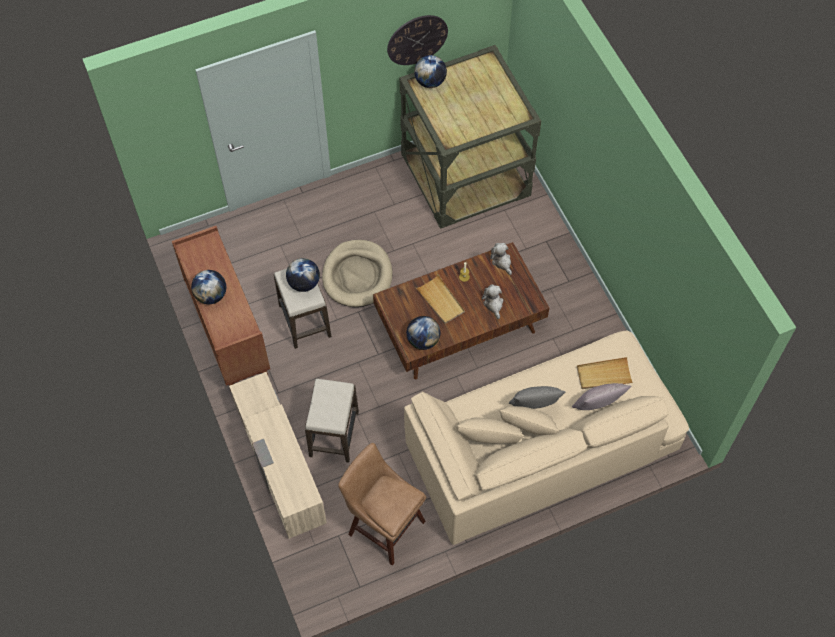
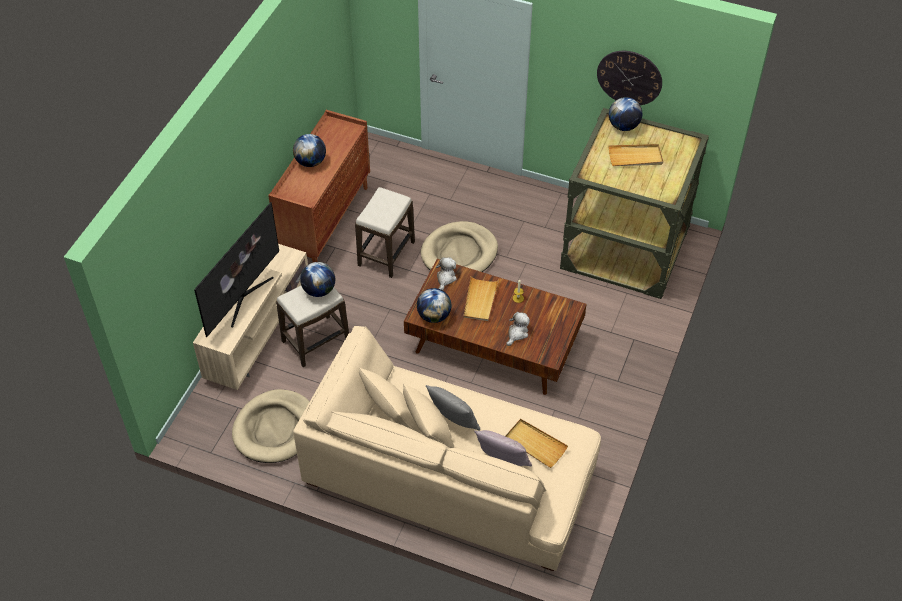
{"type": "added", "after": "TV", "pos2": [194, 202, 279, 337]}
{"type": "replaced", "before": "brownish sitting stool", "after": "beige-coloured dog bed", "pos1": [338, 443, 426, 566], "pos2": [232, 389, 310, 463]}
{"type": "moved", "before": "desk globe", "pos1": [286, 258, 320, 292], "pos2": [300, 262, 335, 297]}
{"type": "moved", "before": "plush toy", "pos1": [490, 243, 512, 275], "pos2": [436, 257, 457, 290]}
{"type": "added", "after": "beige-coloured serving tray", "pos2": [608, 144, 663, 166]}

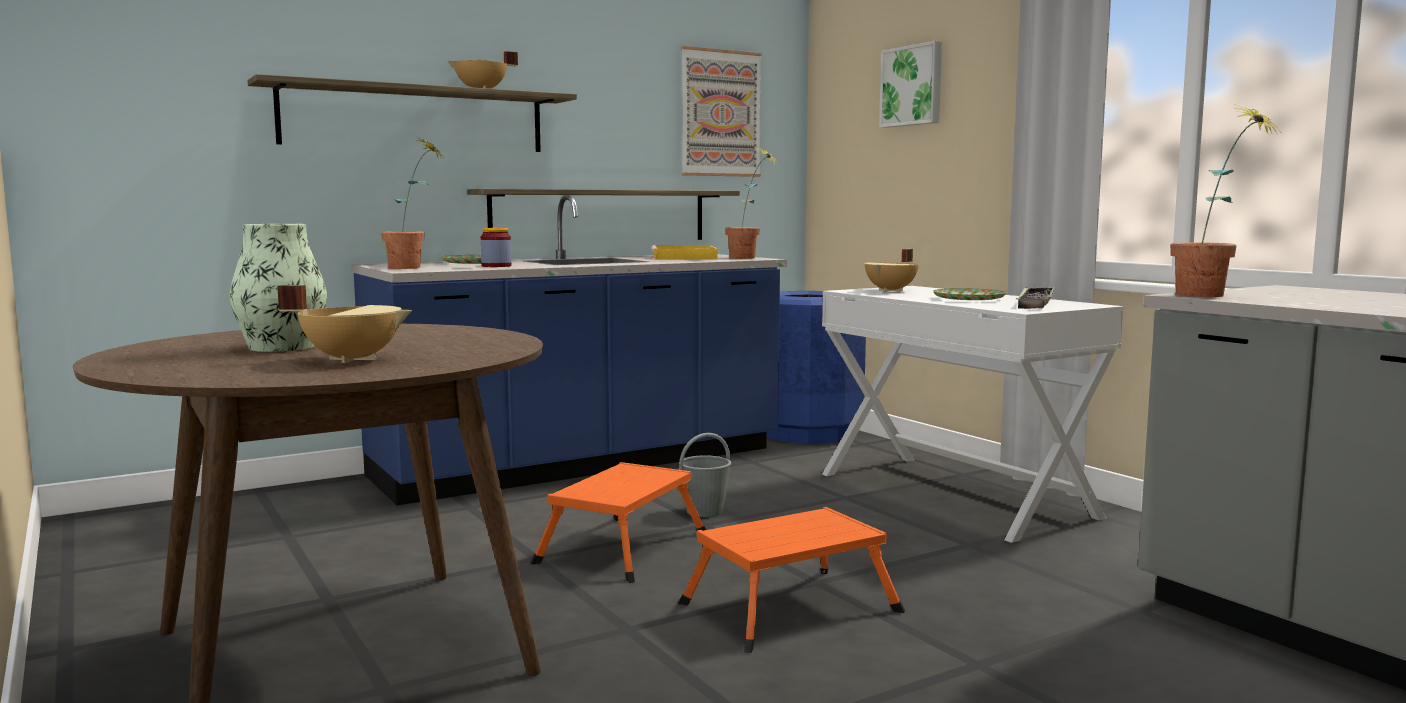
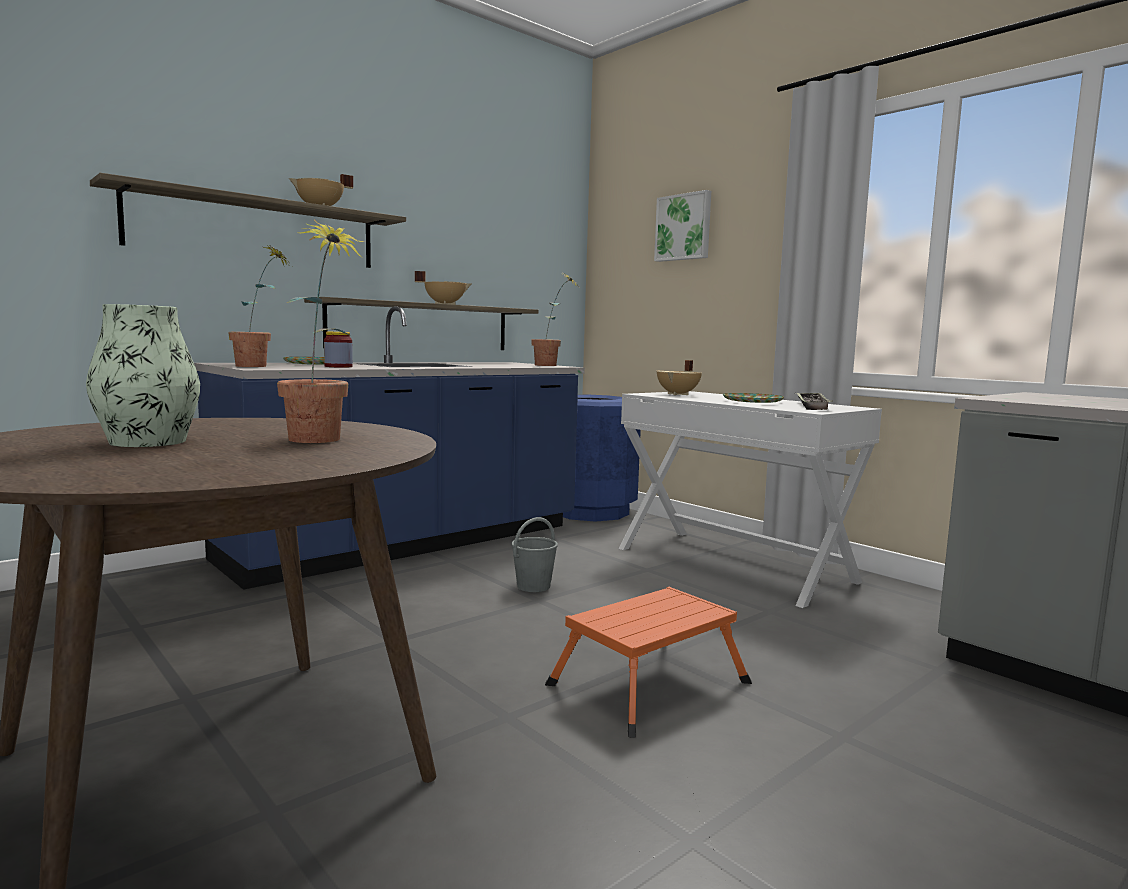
{"type": "moved", "before": "plant in a pot", "pos1": [1170, 103, 1283, 297], "pos2": [277, 219, 364, 443]}
{"type": "moved", "before": "beige-coloured saucepot", "pos1": [277, 285, 412, 363], "pos2": [415, 271, 472, 305]}
{"type": "removed", "before": "orange stepladder", "pos1": [530, 462, 706, 583]}
{"type": "removed", "before": "yellow serving tray", "pos1": [651, 245, 717, 260]}
{"type": "removed", "before": "wall picture", "pos1": [681, 46, 762, 177]}

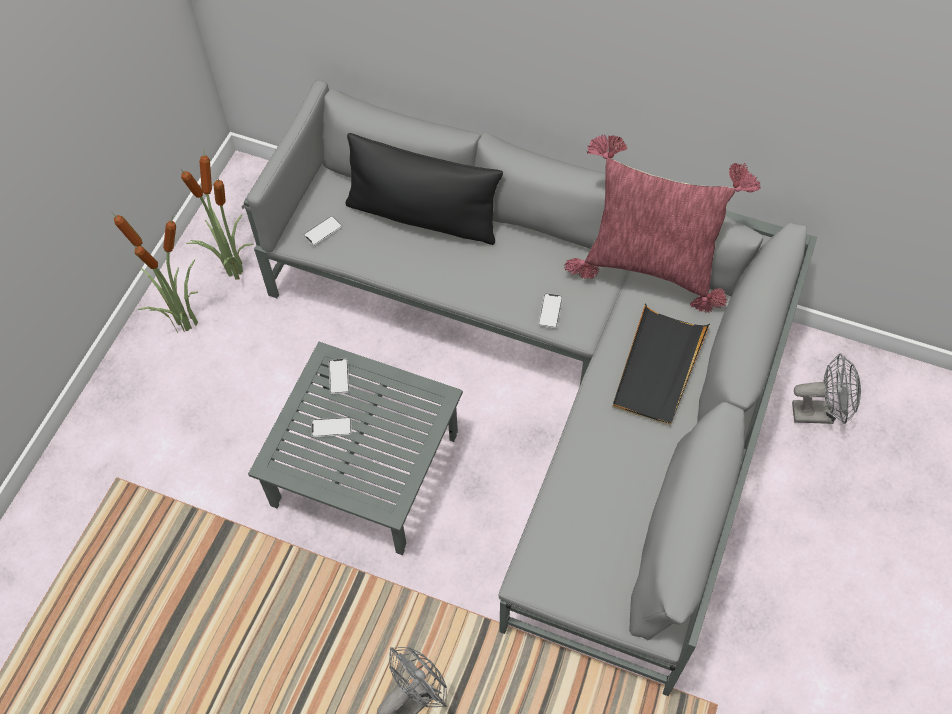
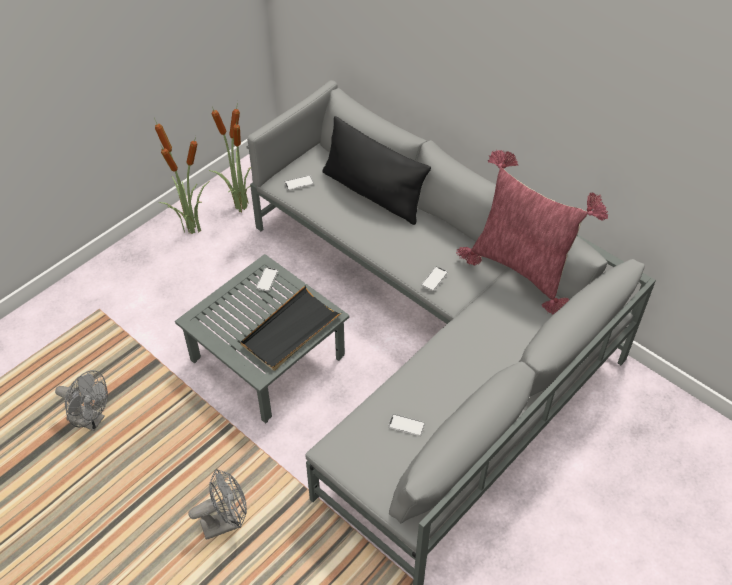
{"type": "moved", "before": "grey electric fan", "pos1": [792, 353, 861, 424], "pos2": [55, 370, 108, 431]}
{"type": "moved", "before": "blackish serving tray", "pos1": [612, 304, 710, 426], "pos2": [241, 286, 342, 371]}
{"type": "moved", "before": "handset", "pos1": [311, 417, 352, 437], "pos2": [388, 414, 425, 436]}

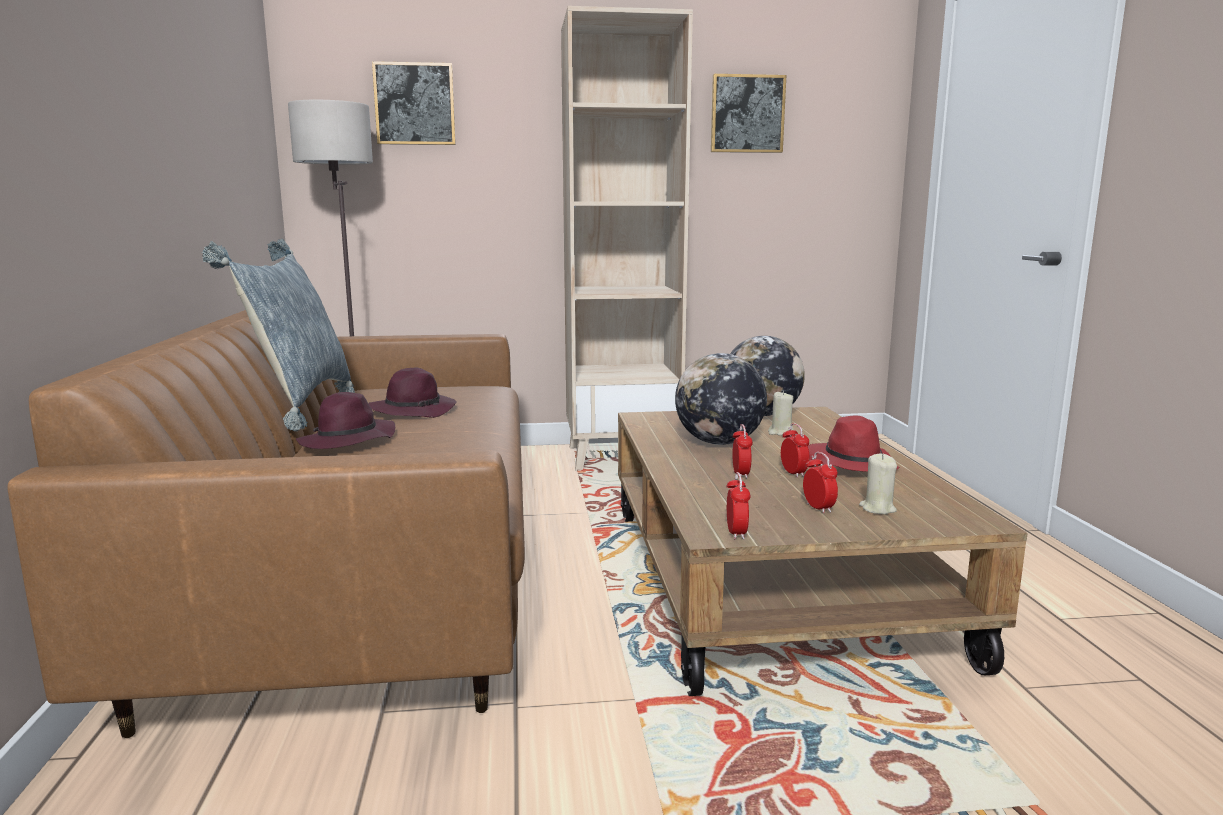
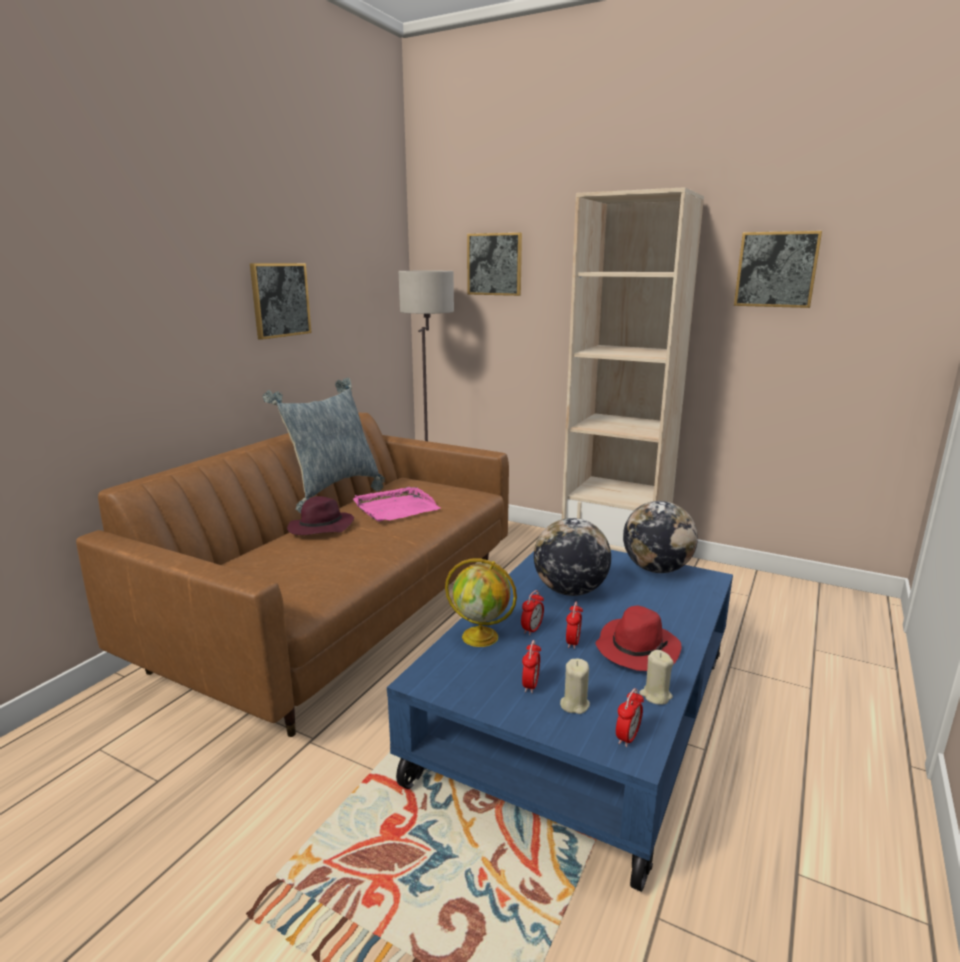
{"type": "added", "after": "wall picture", "pos2": [250, 263, 311, 340]}
{"type": "replaced", "before": "purplish hat", "after": "pinkish serving tray", "pos1": [368, 368, 457, 418], "pos2": [353, 487, 441, 522]}
{"type": "recoloured", "before": "brownish low table", "after": "blue-coloured low table", "pos1": [618, 407, 1028, 696], "pos2": [387, 550, 733, 892]}
{"type": "added", "after": "desk globe", "pos2": [445, 559, 517, 647]}
{"type": "moved", "before": "alarm clock", "pos1": [726, 472, 751, 539], "pos2": [616, 688, 644, 748]}
{"type": "moved", "before": "beige-coloured wax light", "pos1": [768, 391, 794, 436], "pos2": [639, 650, 674, 705]}

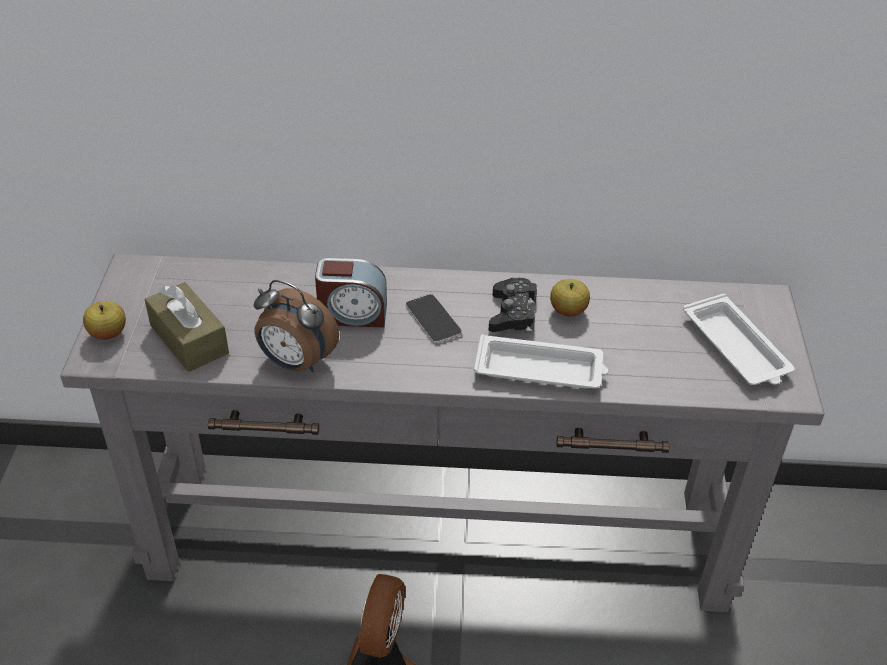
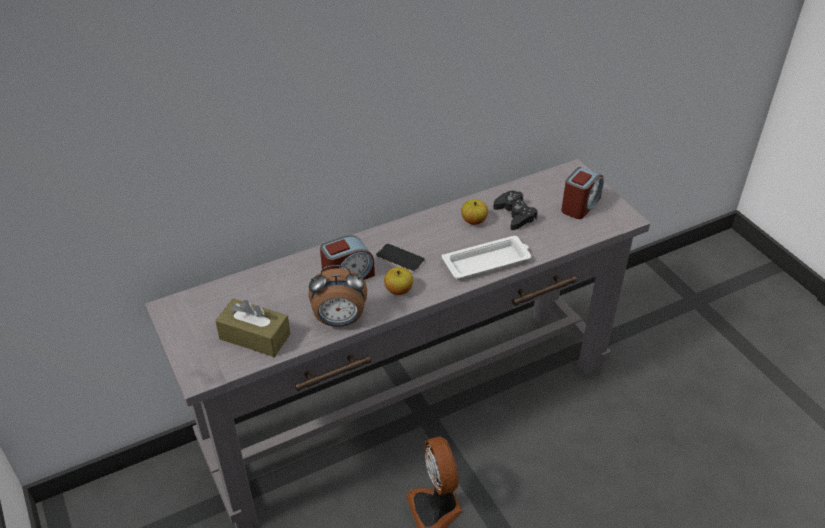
{"type": "moved", "before": "whole apple", "pos1": [83, 301, 126, 340], "pos2": [384, 267, 413, 295]}
{"type": "moved", "before": "blackish gamepad", "pos1": [489, 278, 537, 332], "pos2": [493, 191, 538, 230]}
{"type": "replaced", "before": "whitish serving tray", "after": "alarm clock", "pos1": [683, 294, 794, 385], "pos2": [561, 167, 604, 219]}

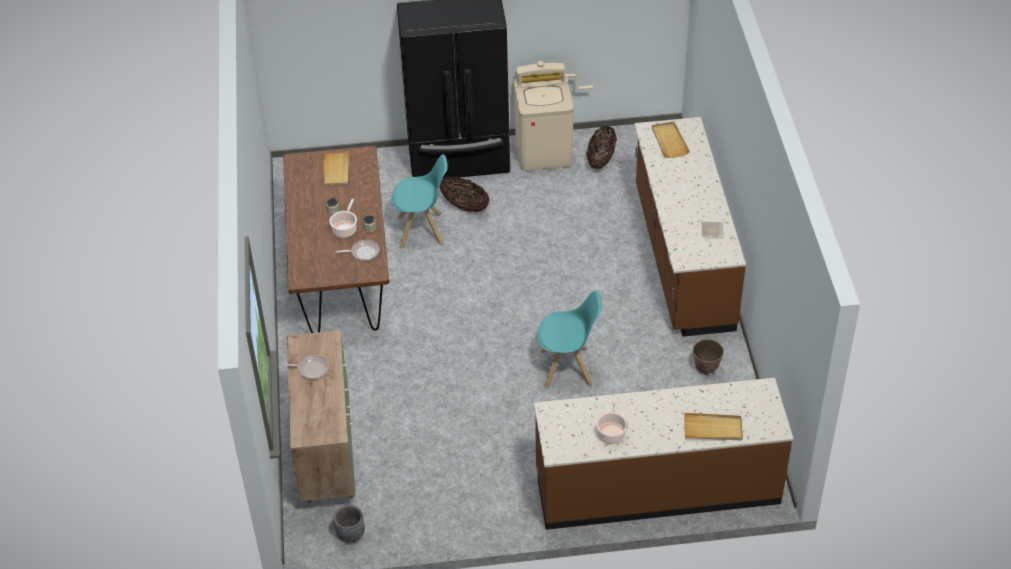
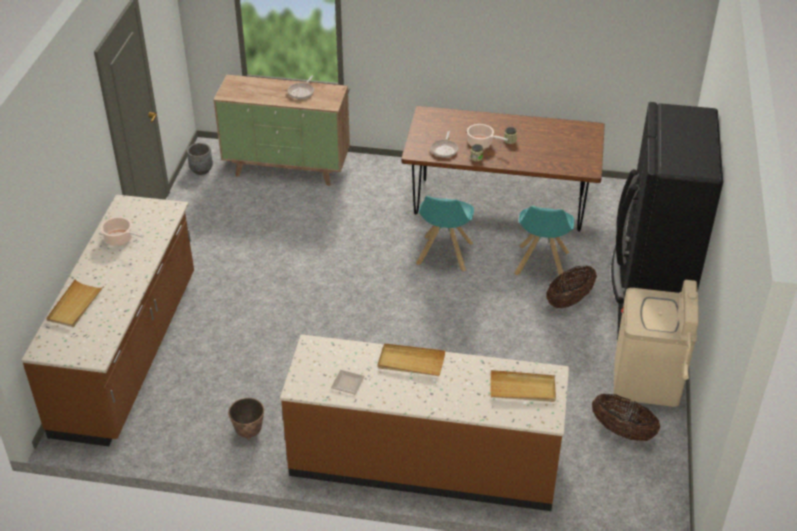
{"type": "moved", "before": "beige-coloured serving tray", "pos1": [323, 149, 350, 186], "pos2": [377, 343, 445, 376]}
{"type": "moved", "before": "turquoise plain chair", "pos1": [537, 290, 602, 389], "pos2": [416, 196, 474, 272]}

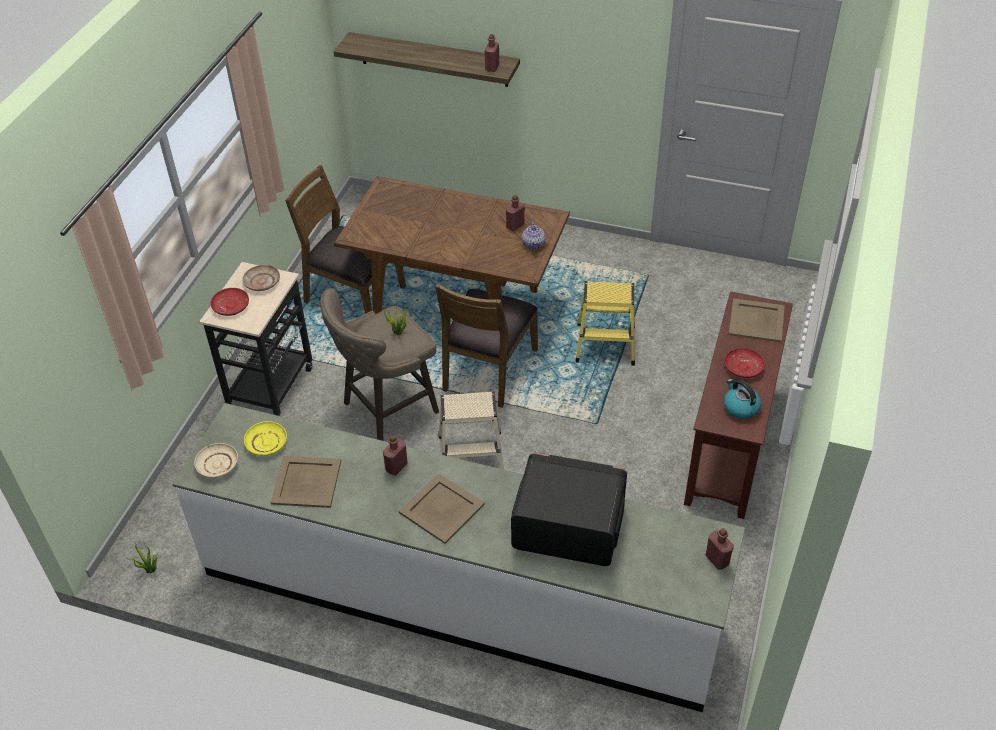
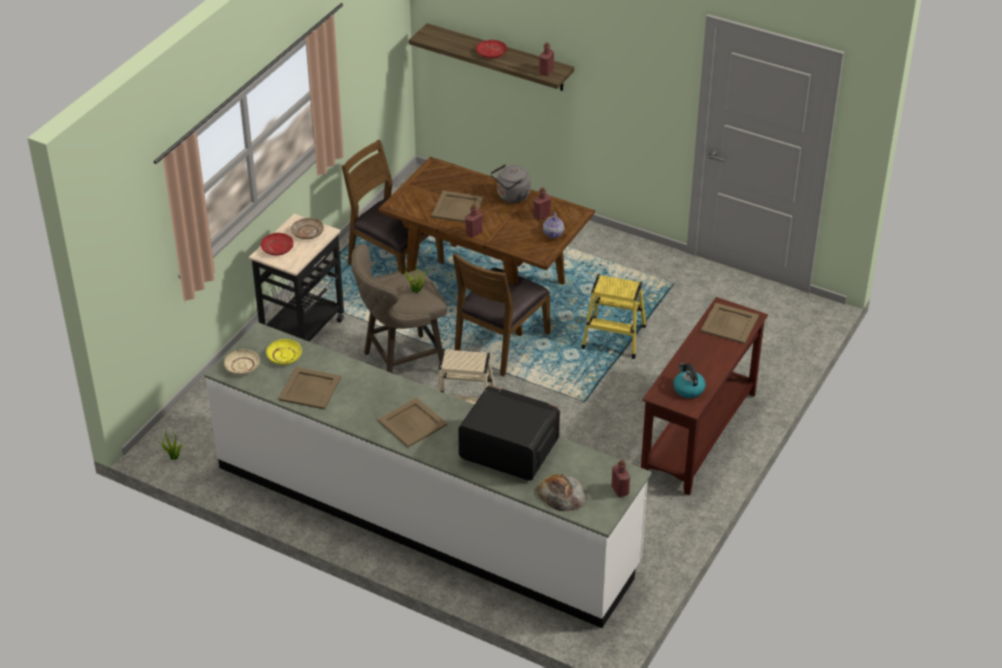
{"type": "added", "after": "beige-coloured serving tray", "pos2": [431, 191, 484, 222]}
{"type": "moved", "before": "reddish bottle", "pos1": [383, 435, 408, 475], "pos2": [465, 204, 483, 238]}
{"type": "moved", "before": "reddish plate", "pos1": [724, 348, 765, 378], "pos2": [476, 40, 507, 58]}
{"type": "added", "after": "grey kettle", "pos2": [491, 164, 530, 203]}
{"type": "added", "after": "bread", "pos2": [536, 474, 588, 512]}

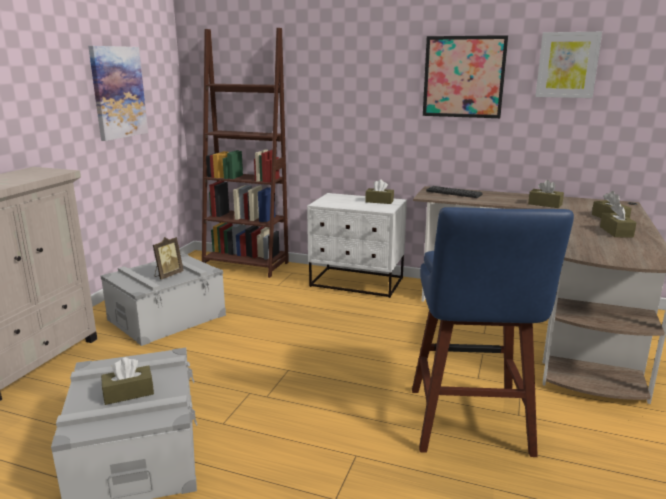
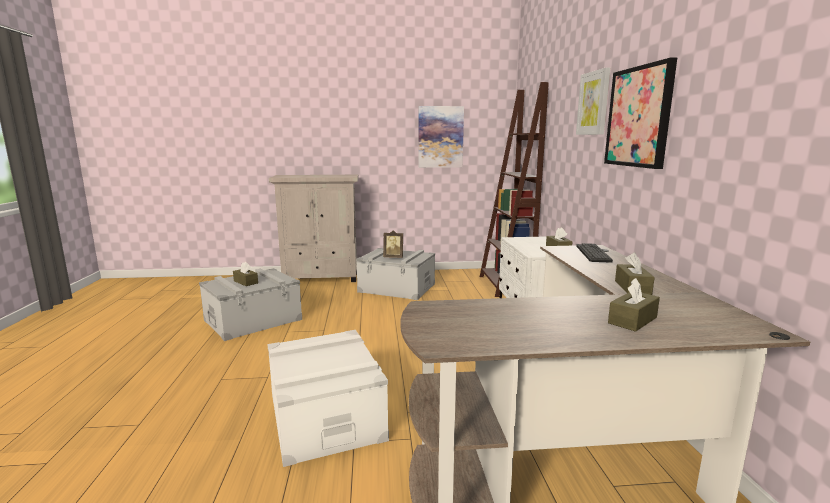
{"type": "replaced", "before": "blue-coloured sitting stool", "after": "whitish storage box", "pos1": [412, 207, 574, 457], "pos2": [267, 330, 389, 467]}
{"type": "moved", "before": "wall picture", "pos1": [535, 32, 602, 98], "pos2": [576, 67, 610, 135]}
{"type": "removed", "before": "brownish tissue holder", "pos1": [600, 203, 636, 238]}

